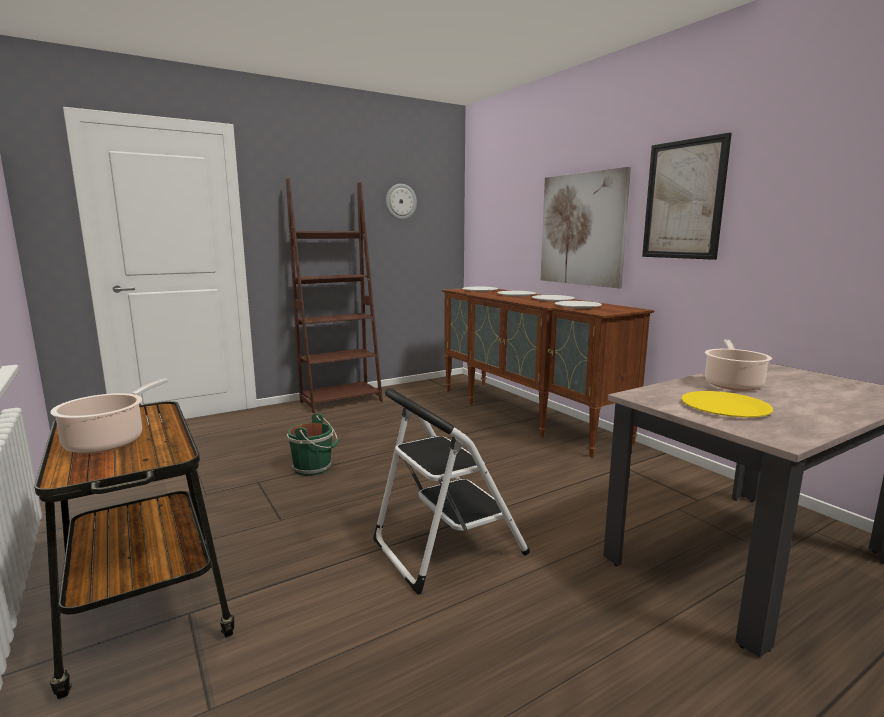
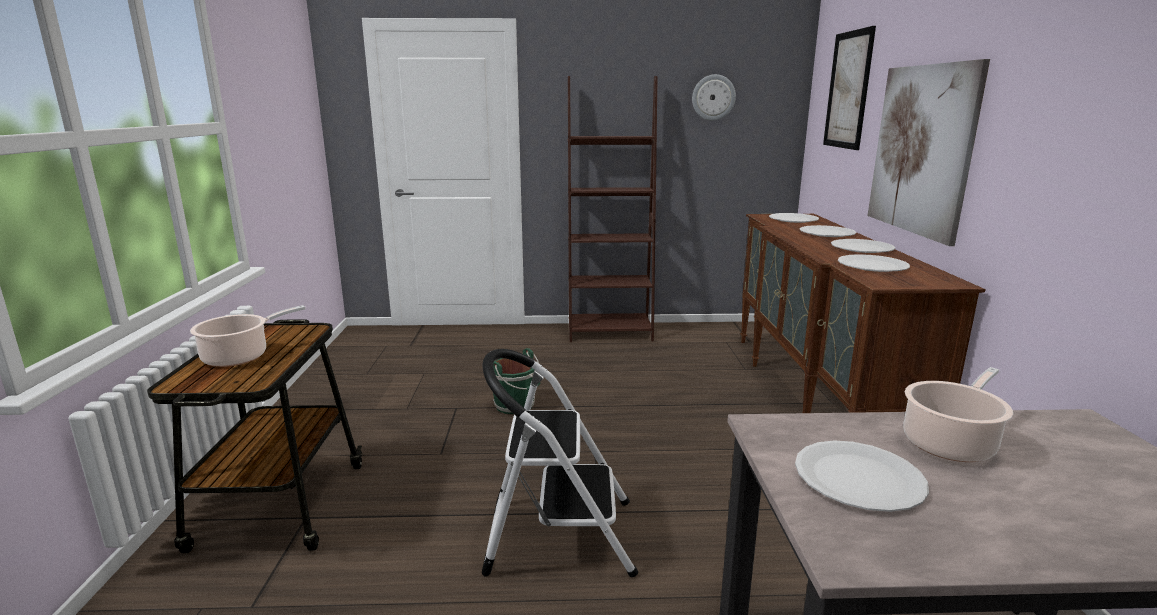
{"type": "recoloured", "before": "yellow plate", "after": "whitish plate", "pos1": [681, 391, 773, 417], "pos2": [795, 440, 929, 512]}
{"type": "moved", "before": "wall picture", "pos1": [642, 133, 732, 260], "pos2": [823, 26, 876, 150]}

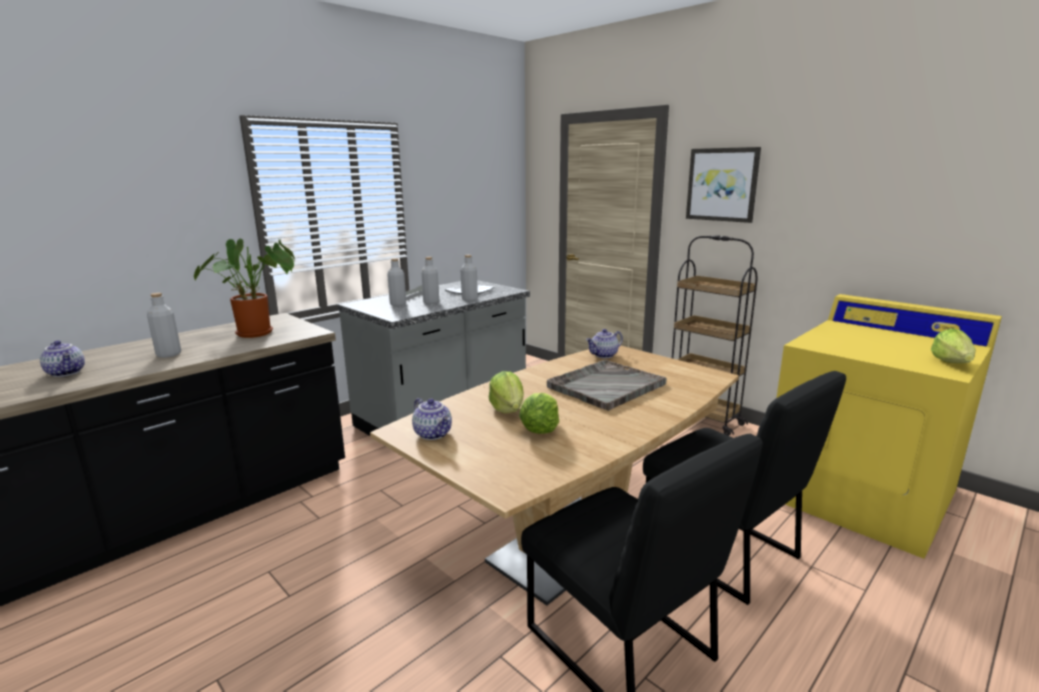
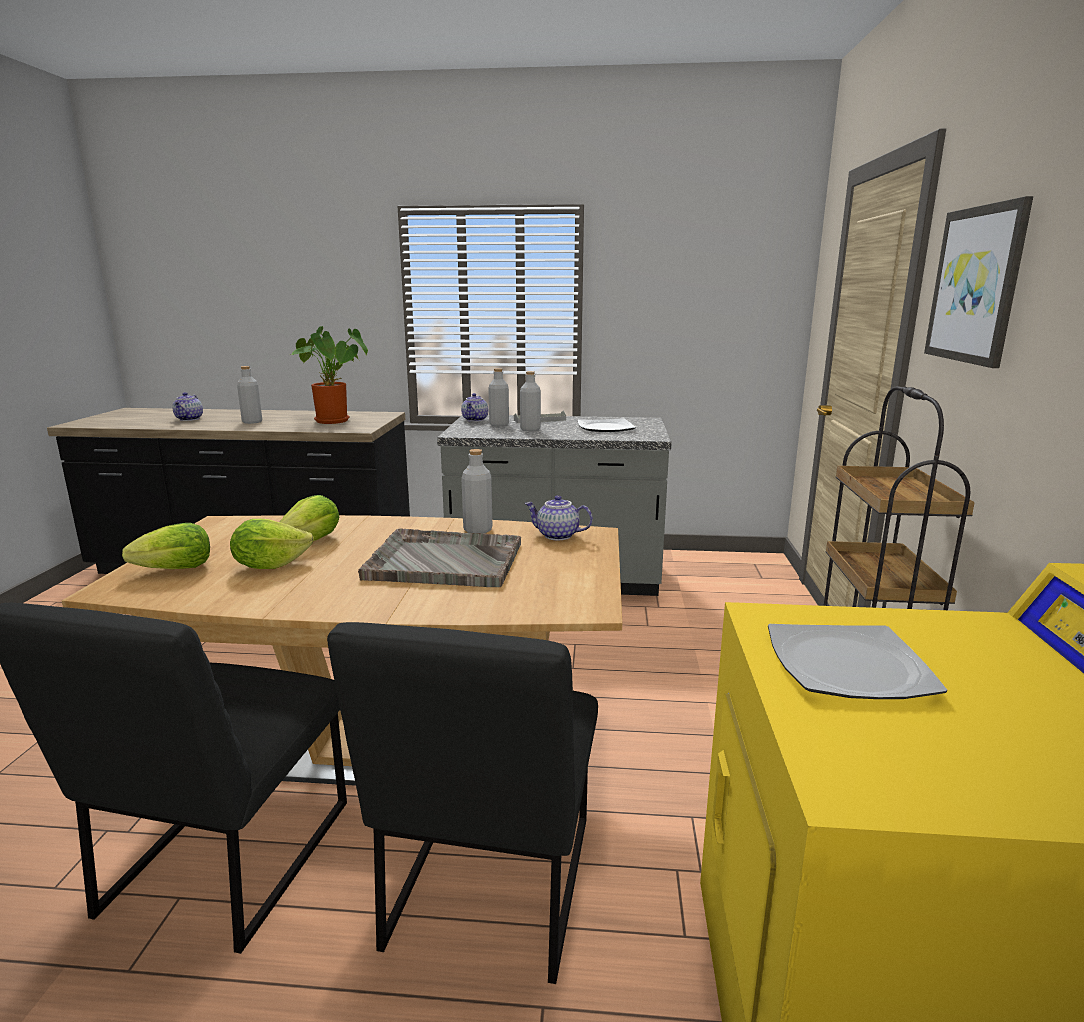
{"type": "moved", "before": "lettuce", "pos1": [931, 328, 976, 364], "pos2": [122, 523, 210, 569]}
{"type": "moved", "before": "pot for tea", "pos1": [412, 398, 452, 440], "pos2": [461, 393, 488, 422]}
{"type": "moved", "before": "grey bottle", "pos1": [461, 255, 478, 301], "pos2": [461, 449, 492, 533]}
{"type": "added", "after": "plate", "pos2": [768, 624, 947, 699]}

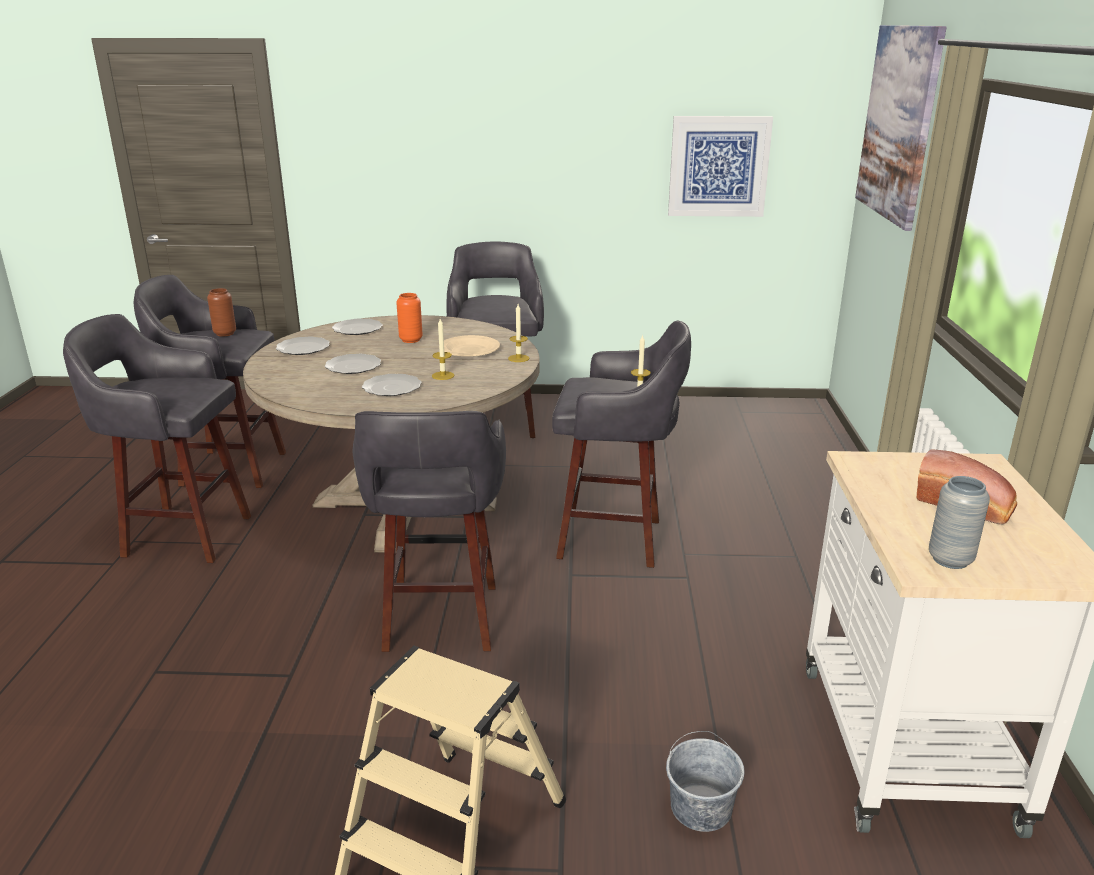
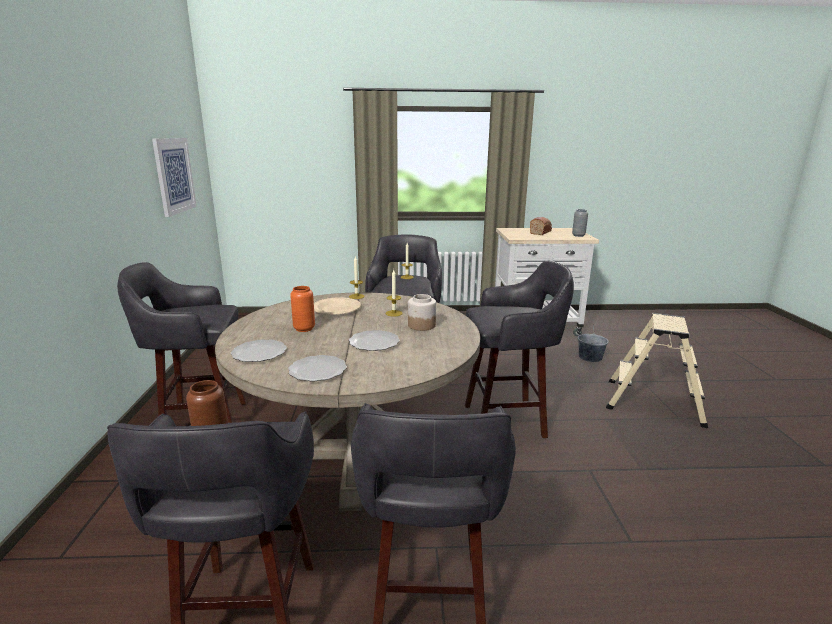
{"type": "replaced", "before": "plate", "after": "preserve jar", "pos1": [362, 374, 422, 396], "pos2": [408, 294, 436, 331]}
{"type": "removed", "before": "wall picture", "pos1": [855, 25, 947, 231]}

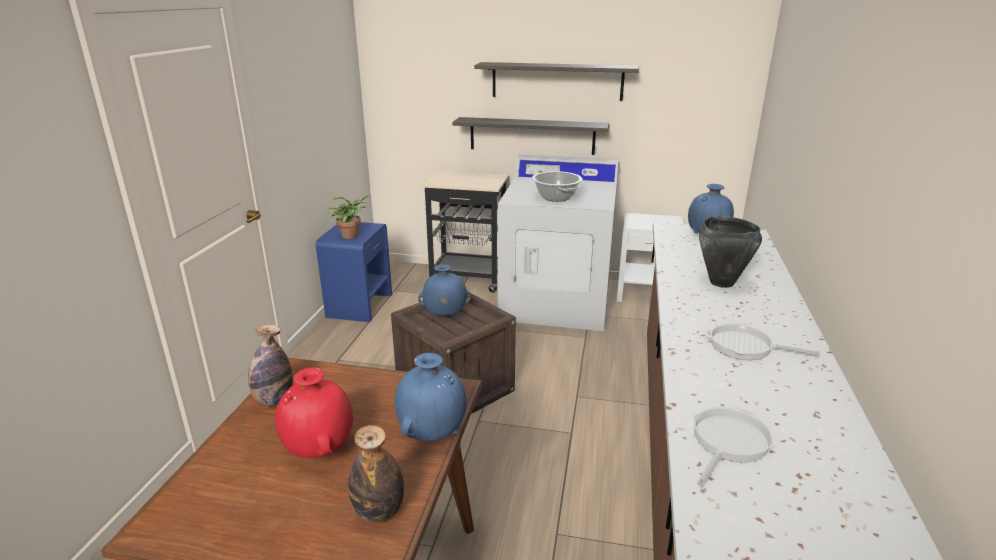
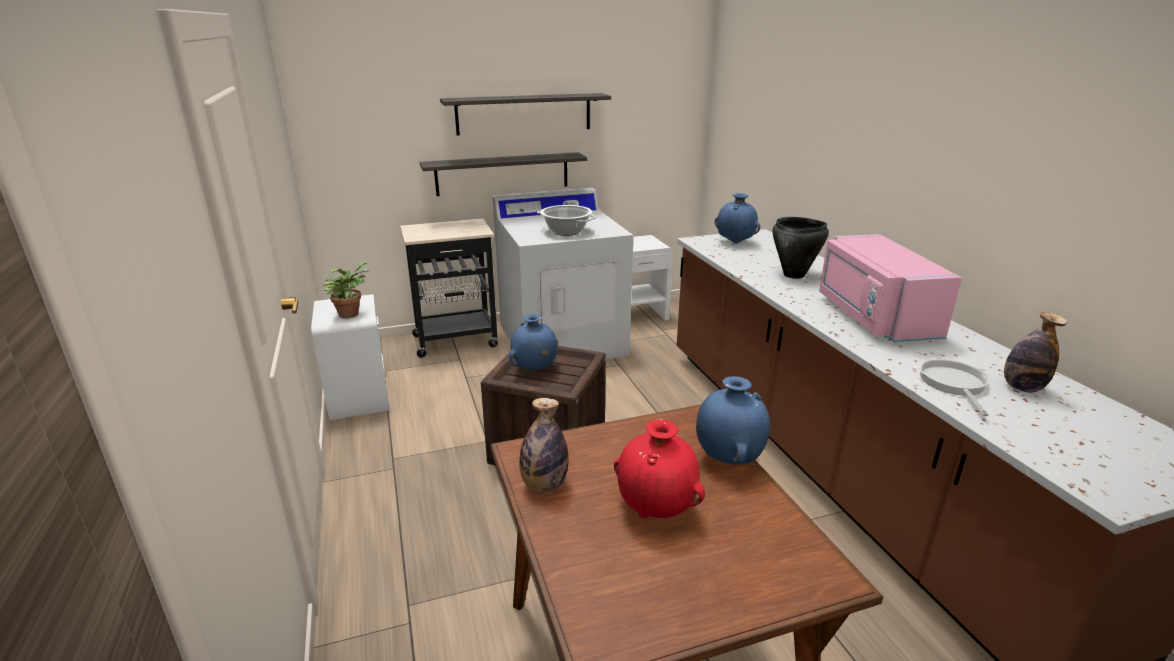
{"type": "recoloured", "before": "blue-coloured bedside table", "after": "whitish bedside table", "pos1": [316, 222, 392, 322], "pos2": [311, 294, 390, 420]}
{"type": "replaced", "before": "skillet", "after": "pinkish microwave oven", "pos1": [706, 323, 820, 360], "pos2": [819, 234, 962, 342]}
{"type": "moved", "before": "bottle", "pos1": [348, 425, 404, 522], "pos2": [1004, 312, 1067, 393]}

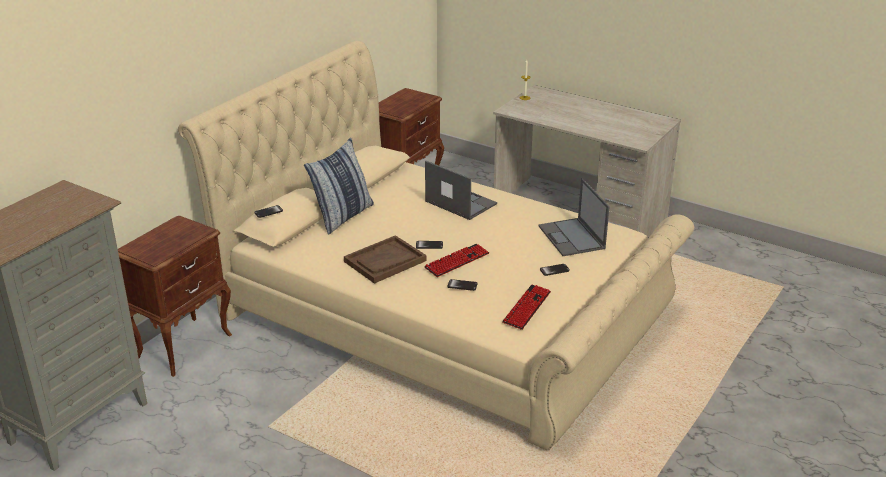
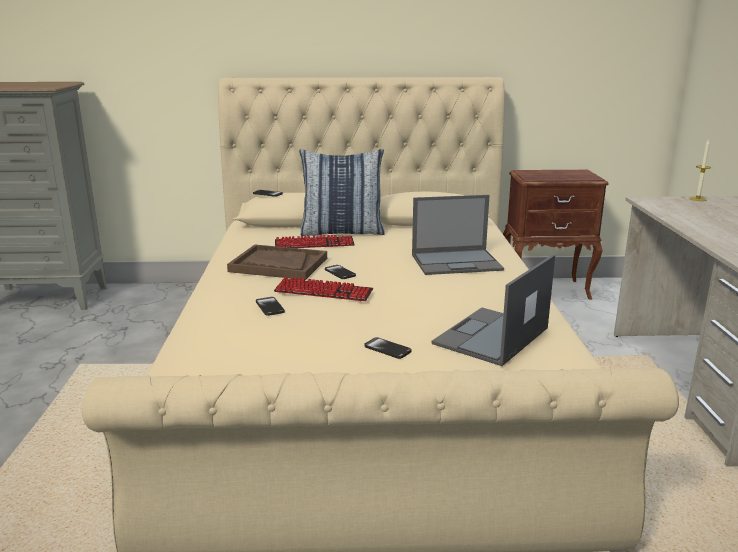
{"type": "moved", "before": "computer keyboard", "pos1": [502, 285, 551, 330], "pos2": [275, 235, 355, 248]}
{"type": "turned", "before": "laptop", "pos1": [425, 161, 497, 220], "pos2": [412, 195, 504, 275], "turn": 75}
{"type": "removed", "before": "brownish bedside table", "pos1": [118, 216, 232, 377]}

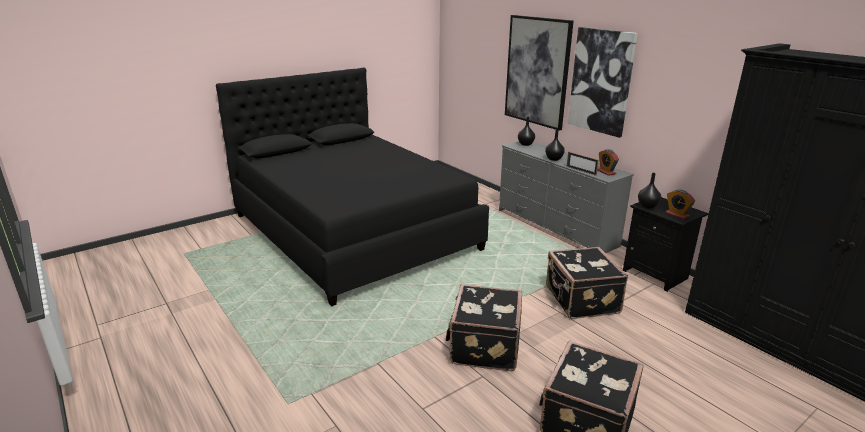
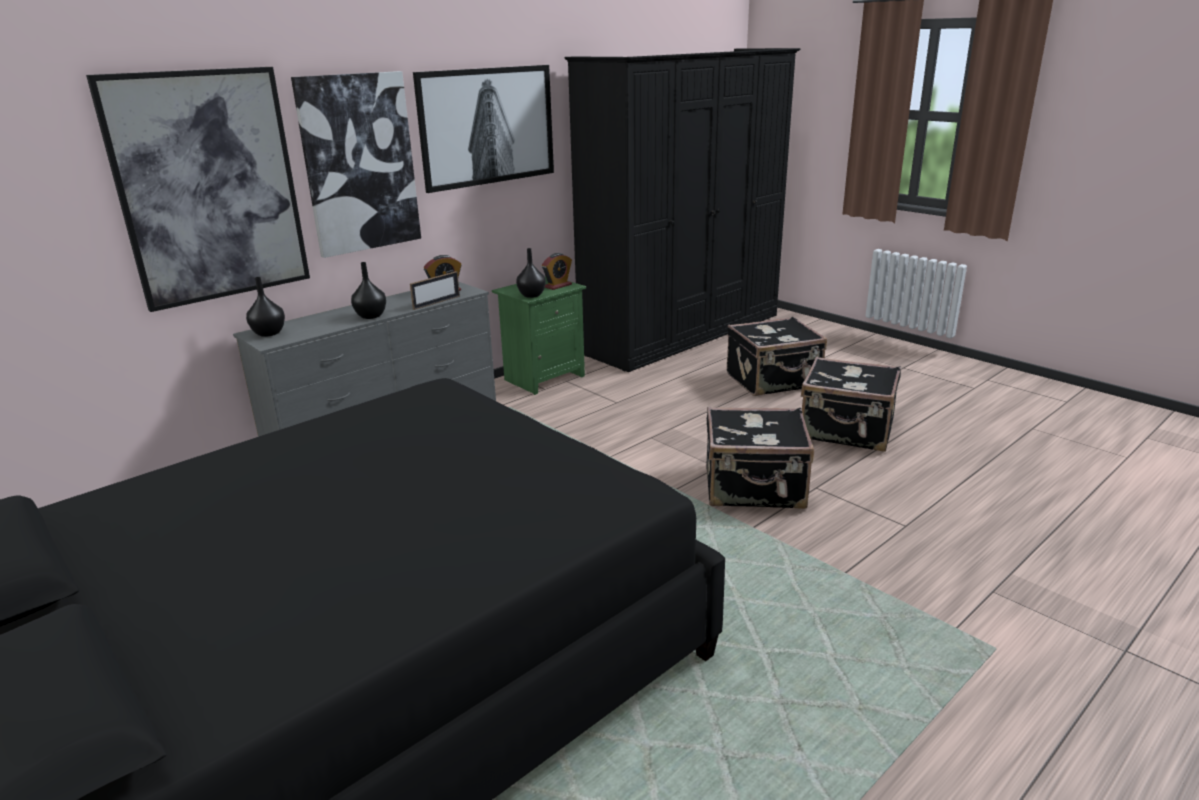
{"type": "added", "after": "wall picture", "pos2": [413, 65, 554, 193]}
{"type": "recoloured", "before": "blackish bedside table", "after": "greenish bedside table", "pos1": [623, 197, 708, 292], "pos2": [492, 276, 586, 395]}
{"type": "moved", "before": "blackish piece of luggage", "pos1": [546, 247, 628, 319], "pos2": [727, 317, 827, 396]}

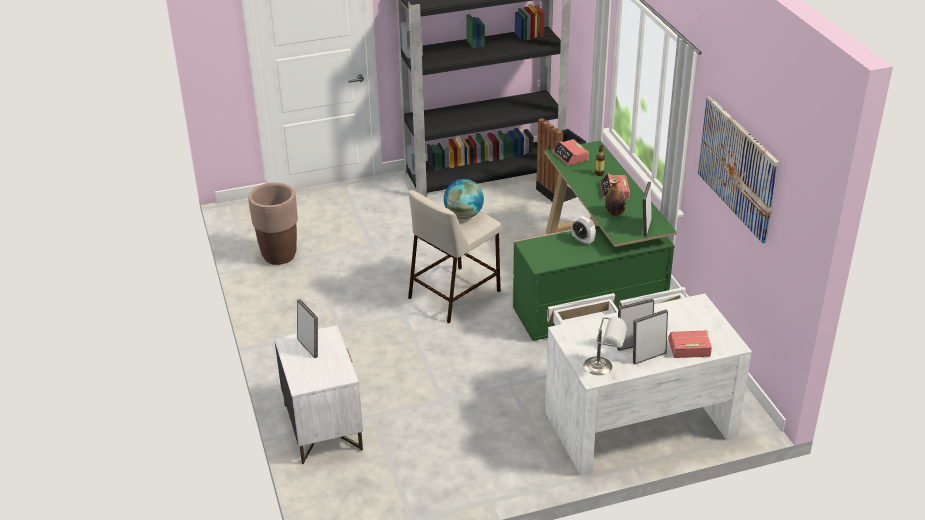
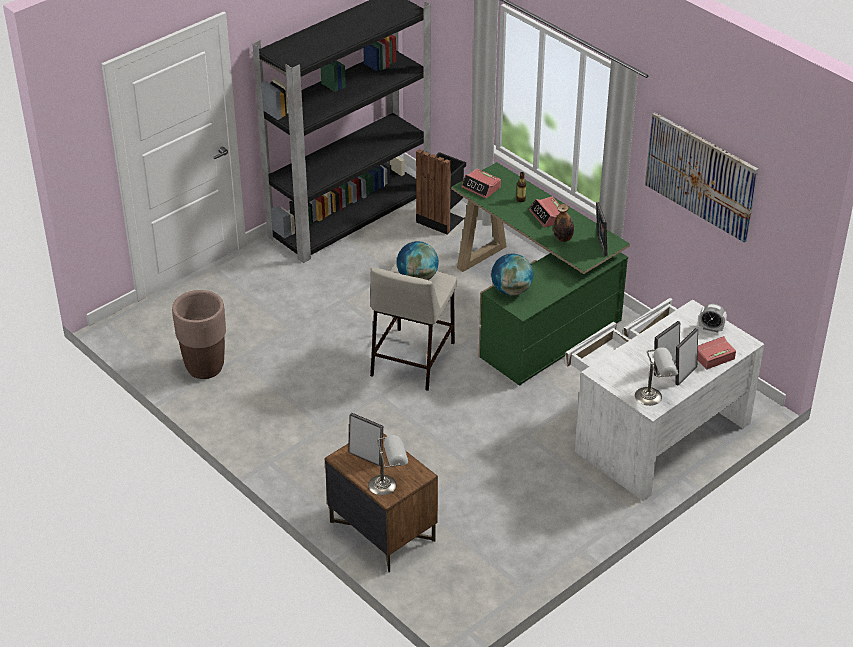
{"type": "recoloured", "before": "whitish bedside table", "after": "brownish bedside table", "pos1": [274, 325, 363, 465], "pos2": [325, 433, 438, 573]}
{"type": "added", "after": "whitish lamp for a table", "pos2": [368, 435, 408, 495]}
{"type": "added", "after": "desk globe", "pos2": [491, 254, 533, 296]}
{"type": "moved", "before": "alarm clock", "pos1": [572, 216, 596, 245], "pos2": [699, 304, 727, 333]}

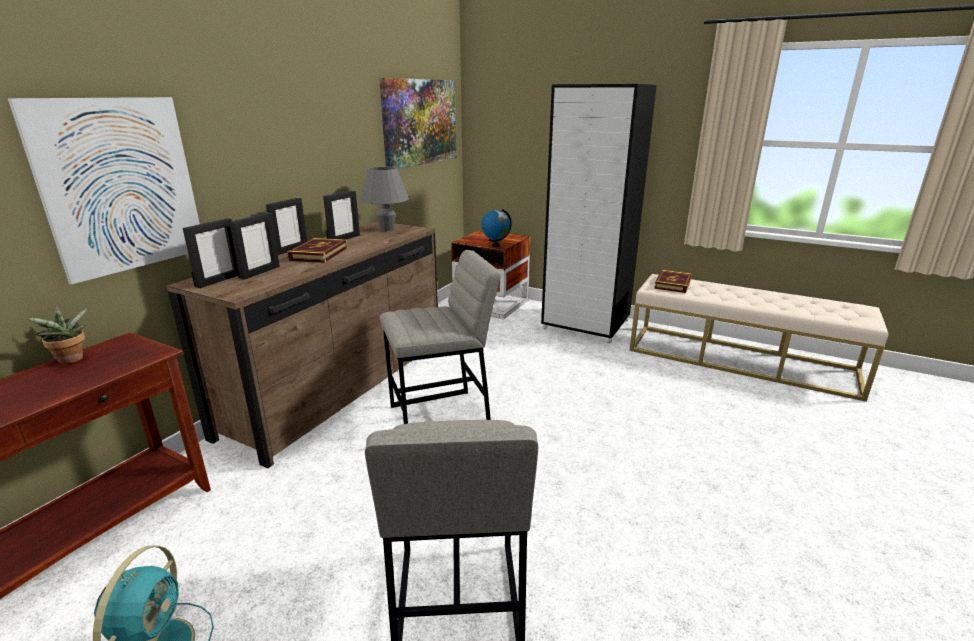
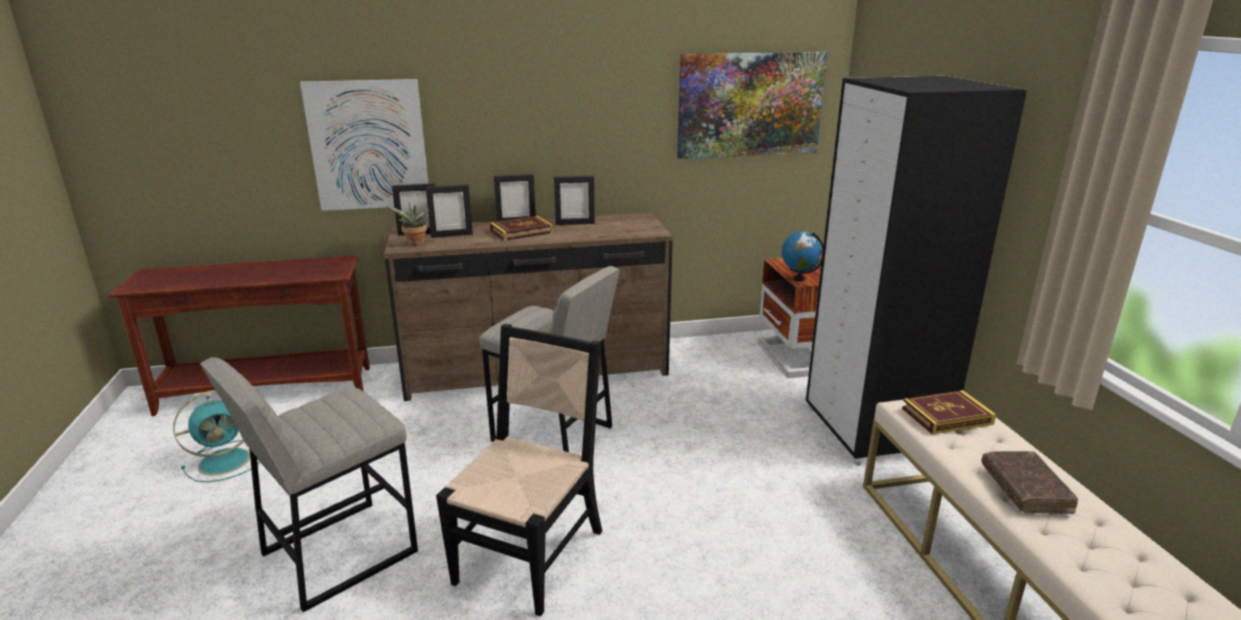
{"type": "moved", "before": "plant in a pot", "pos1": [27, 306, 87, 364], "pos2": [386, 202, 430, 246]}
{"type": "added", "after": "plain chair", "pos2": [436, 324, 602, 616]}
{"type": "added", "after": "brownish bound book", "pos2": [982, 451, 1078, 514]}
{"type": "removed", "before": "grey lamp for a table", "pos1": [360, 166, 409, 231]}

